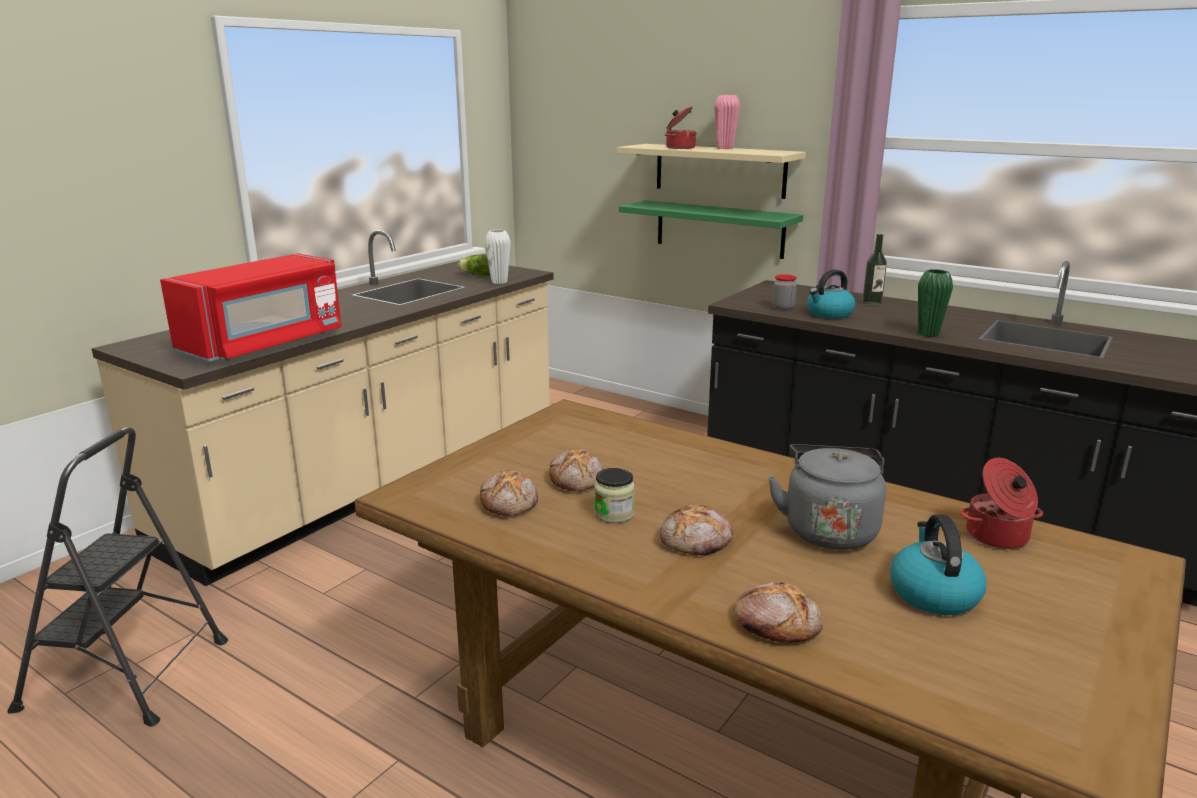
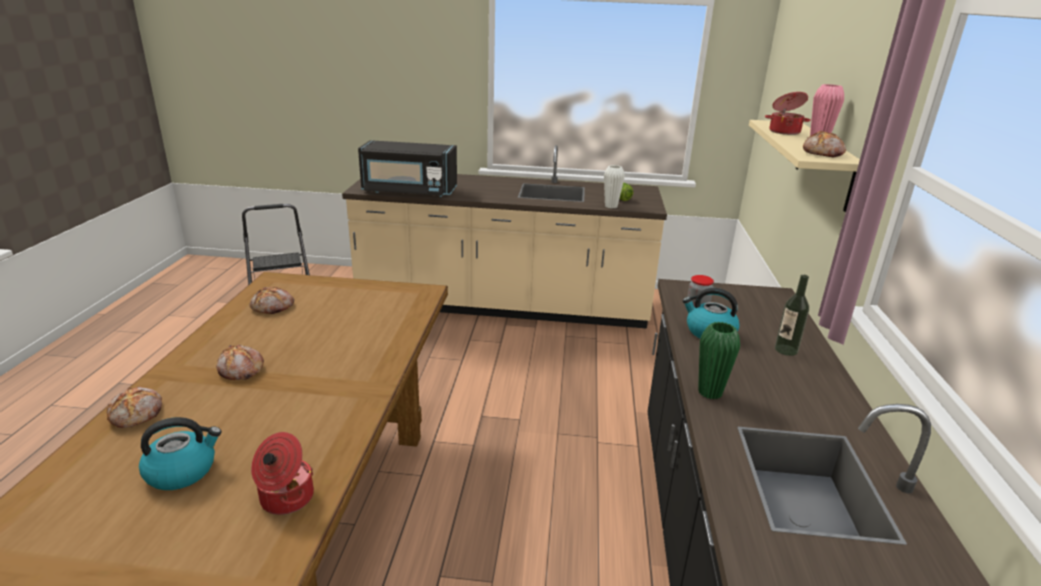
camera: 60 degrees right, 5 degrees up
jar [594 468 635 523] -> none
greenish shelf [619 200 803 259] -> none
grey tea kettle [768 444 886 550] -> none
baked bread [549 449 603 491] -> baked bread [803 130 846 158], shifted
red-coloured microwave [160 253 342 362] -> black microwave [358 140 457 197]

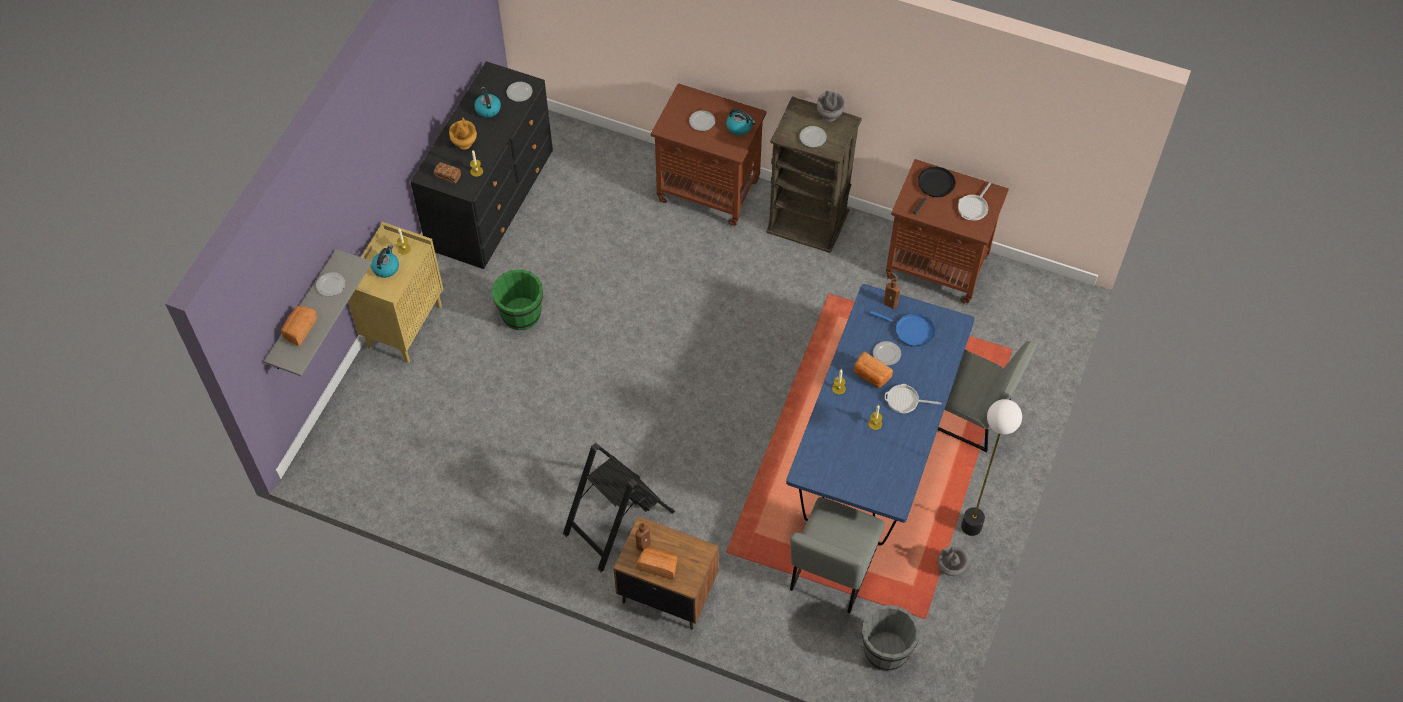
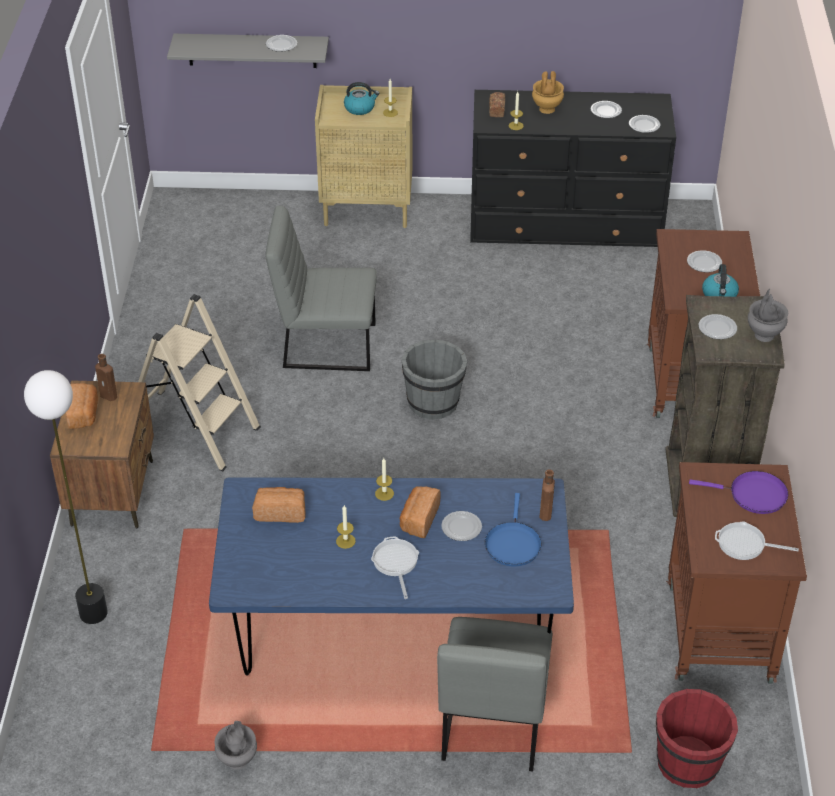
camera: 70 degrees right, 15 degrees down
greenish pail [492 269 543 330] -> none
none -> red-coloured pail [656 689 738 789]
baked bread [281 306 317 346] -> baked bread [252 487 305 523], shifted
grey chair [790 497 885 613] -> grey chair [265 206 377 371], shifted
grey pail [862 605 920 672] -> grey pail [401 339 467 420], shifted
standing lamp [961 399 1022 536] -> standing lamp [24 370 108 624], shifted
tea kettle [474 87 501 118] -> dinner plate [591 101 622 118]
black step ladder [563 443 675 572] -> beige-coloured step ladder [138 294 261 471]
black pan [913 167 955 214] -> purple-coloured pan [689 471 788 514]

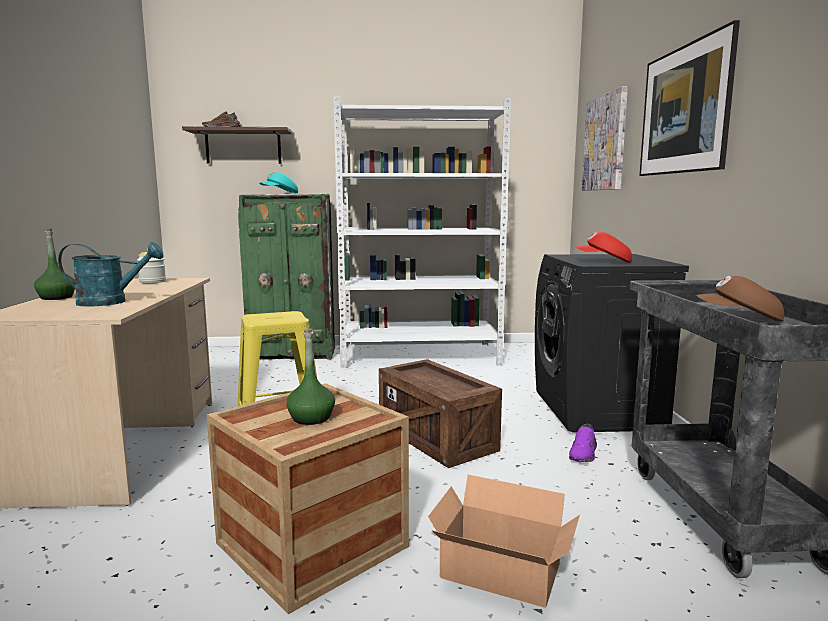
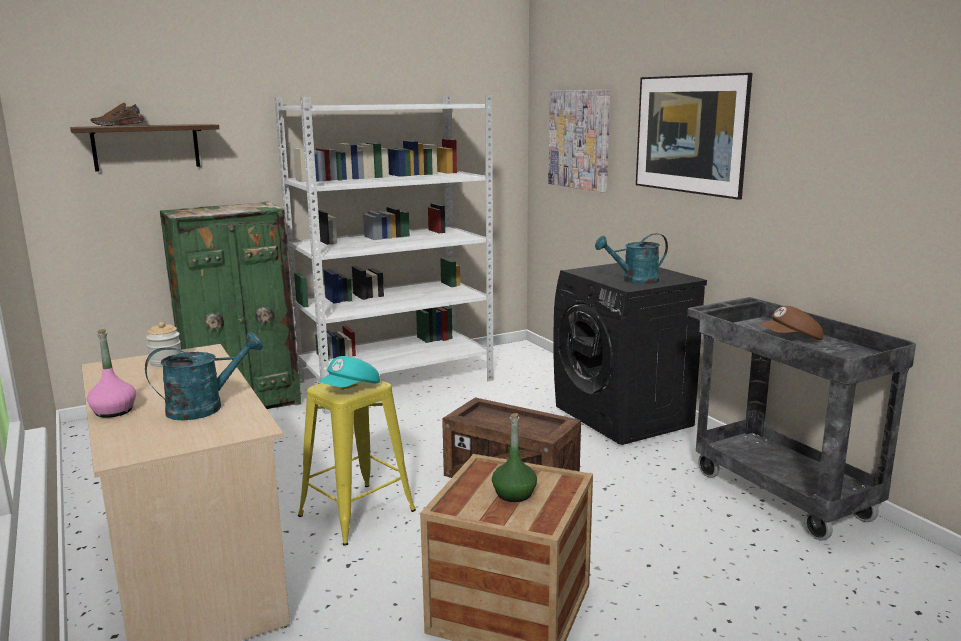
camera: 25 degrees left, 5 degrees up
carton [428 475 580 608] -> none
purple-coloured shoe [569 424 597 462] -> none
turquoise-coloured cap [259 172 298 194] -> turquoise-coloured cap [319 356 380 387], shifted
red-coloured cap [576 232 632 263] -> turquoise-coloured watering pot [595 233 668 284]
greenish beverage bottle [34 229 75 300] -> pinkish beverage bottle [87 329 136 418]

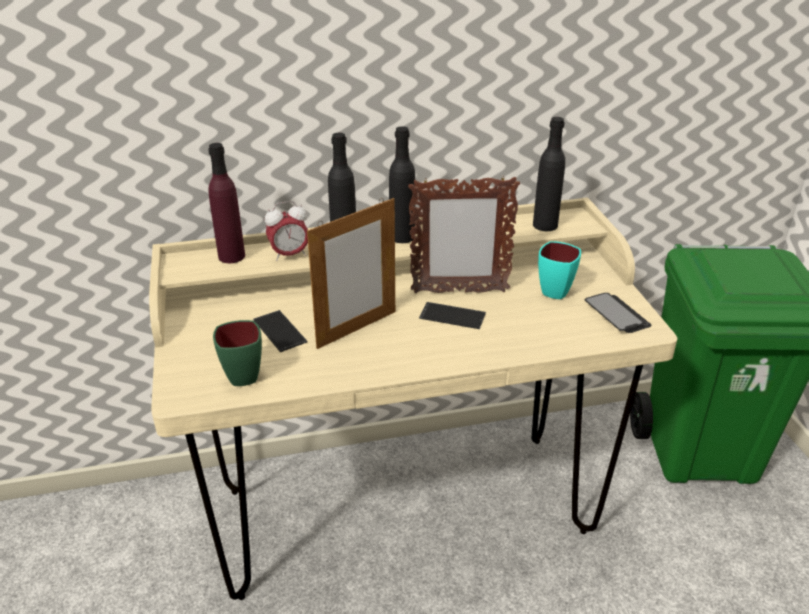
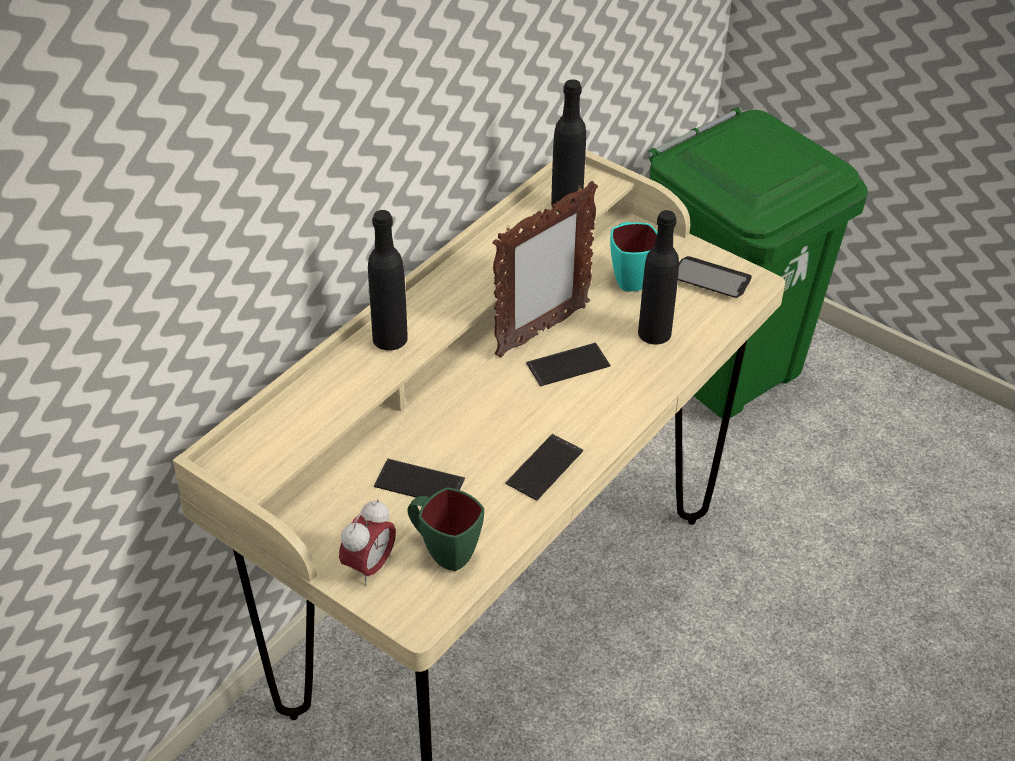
camera: 40 degrees left, 10 degrees up
purple-coloured beverage bottle [208 143 245 263] -> none
picture frame [307 198 395 349] -> none
none -> telephone [506 434 583 501]
bedside clock [265 201 308 261] -> bedside clock [339 499 396 586], shifted
black beverage bottle [389 126 415 243] -> black beverage bottle [638 210 679 345], shifted

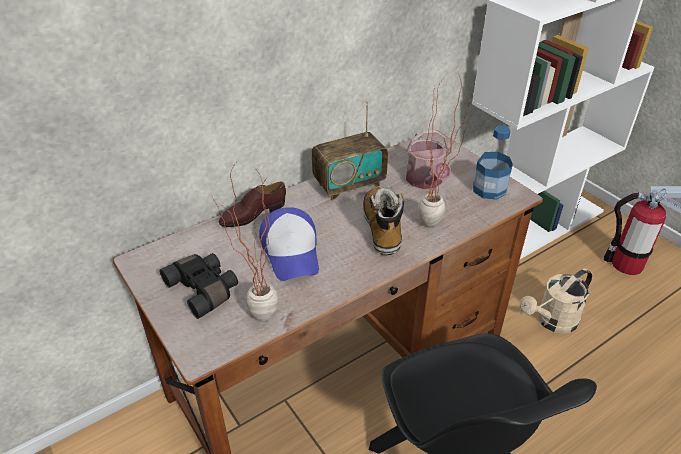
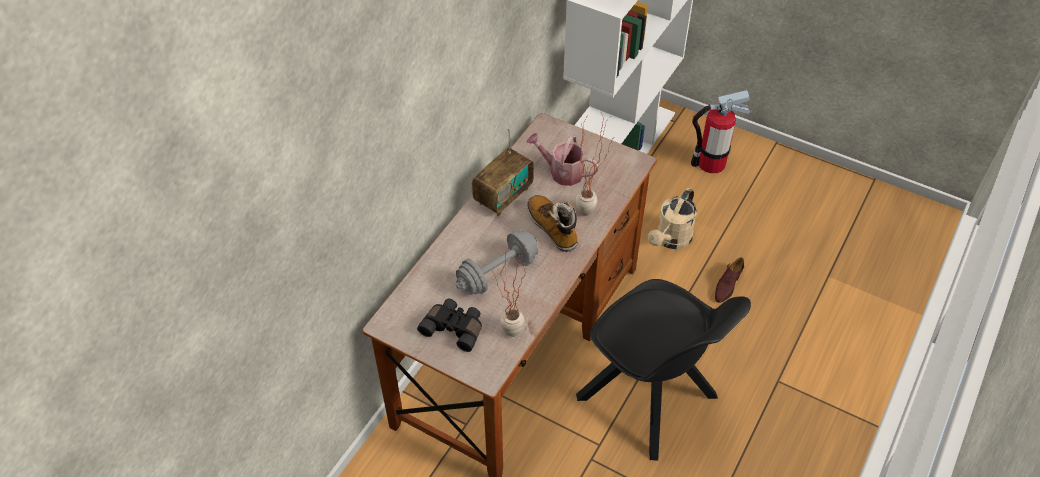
camera: 25 degrees left, 10 degrees up
beverage bottle [473 125 513 200] -> none
brownish shoe [218 181 286 227] -> brownish shoe [715 257 744 303], shifted
cap [259 207 319 281] -> grey hand weight [456 231 538 295]
watering pot [406 130 451 189] -> watering pot [526 133 599 186], 150 degrees clockwise

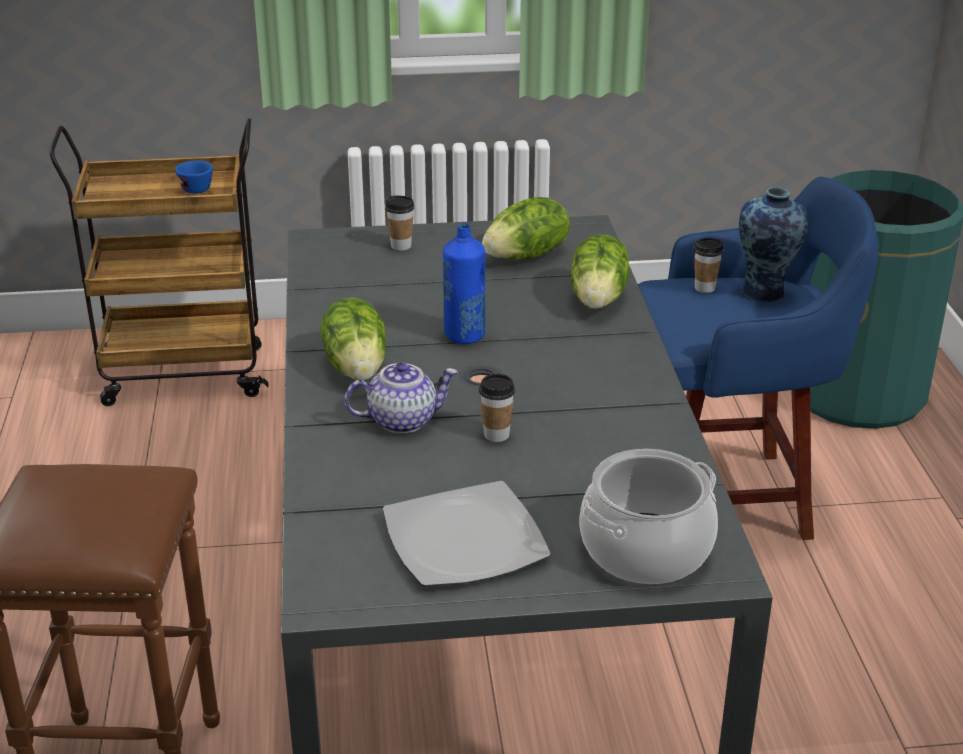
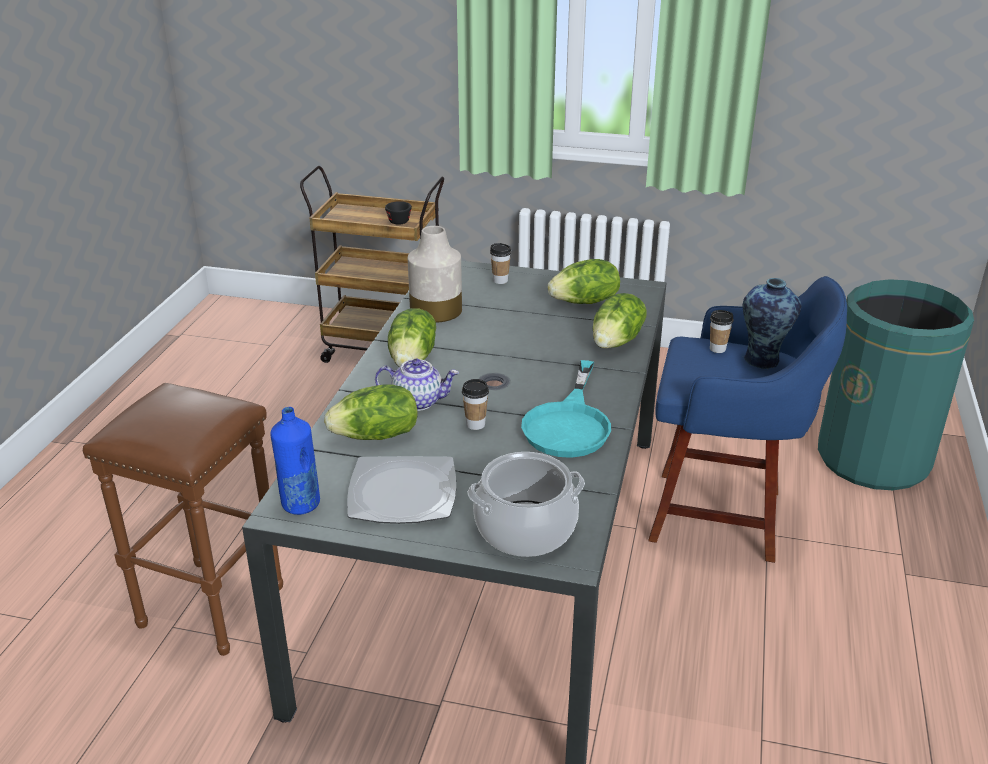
camera: 20 degrees right, 0 degrees up
none -> lettuce [324 384 418 440]
none -> beige-coloured decorative vase [408 226 462 323]
none -> turquoise-coloured pan [521 360 611 458]
blue-coloured beverage bottle [443 223 485 344] -> blue-coloured beverage bottle [270 407 320 515], shifted
blue-coloured drinking cup [175 160 213 193] -> black drinking cup [385 201 412 225]

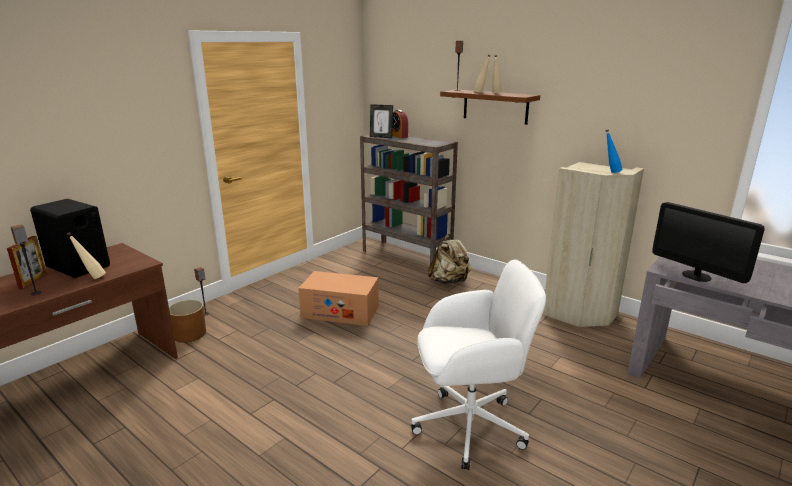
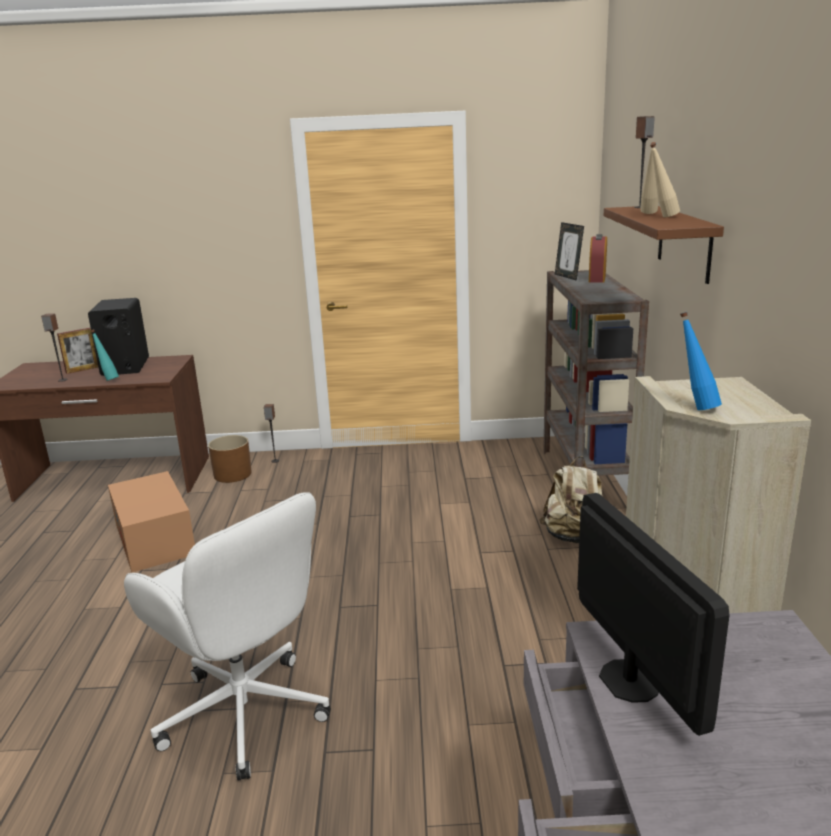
camera: 50 degrees right, 0 degrees up
carton [298 271 379 326] -> carton [108 471 195 572], shifted
beige-coloured beverage bottle [67 232 106 279] -> turquoise-coloured beverage bottle [90 329 119 381]
computer display [652 202 765 283] -> computer display [577 493 730 736], 150 degrees clockwise

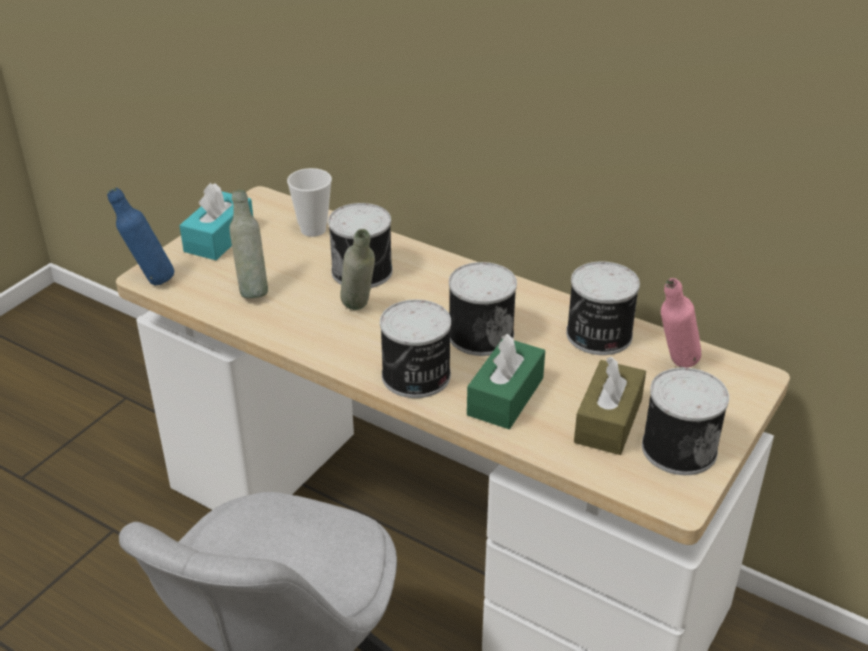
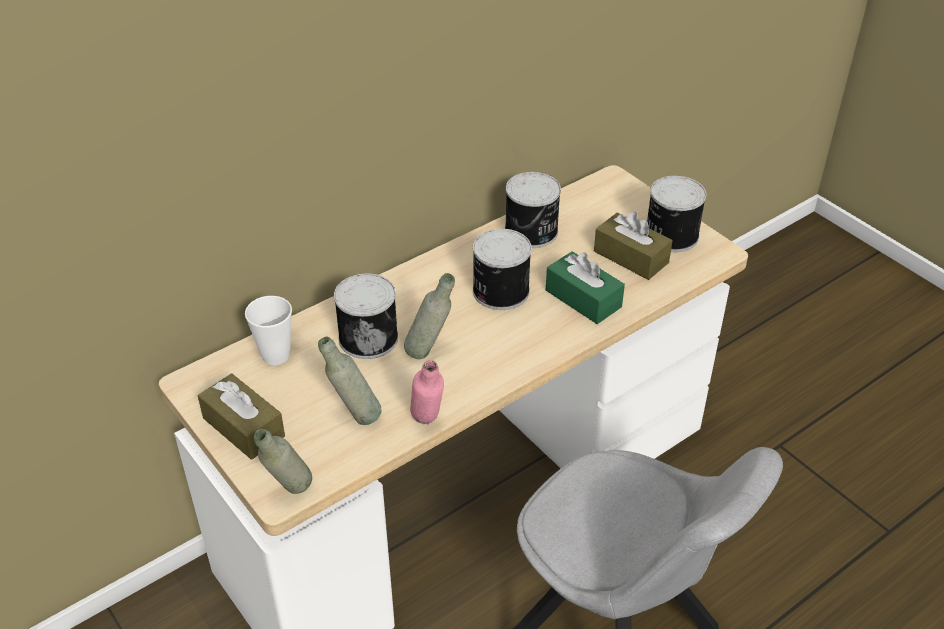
camera: 70 degrees left, 5 degrees up
metal can [380 299 451 398] -> none
pinkish beverage bottle [661 278 701 368] -> pinkish beverage bottle [410 360 444 424], shifted
blue-coloured beverage bottle [107 187 174 285] -> grey beverage bottle [254 429 312 494]
turquoise-coloured tissue box [179 183 253 260] -> brownish tissue box [198 373 285 460]

